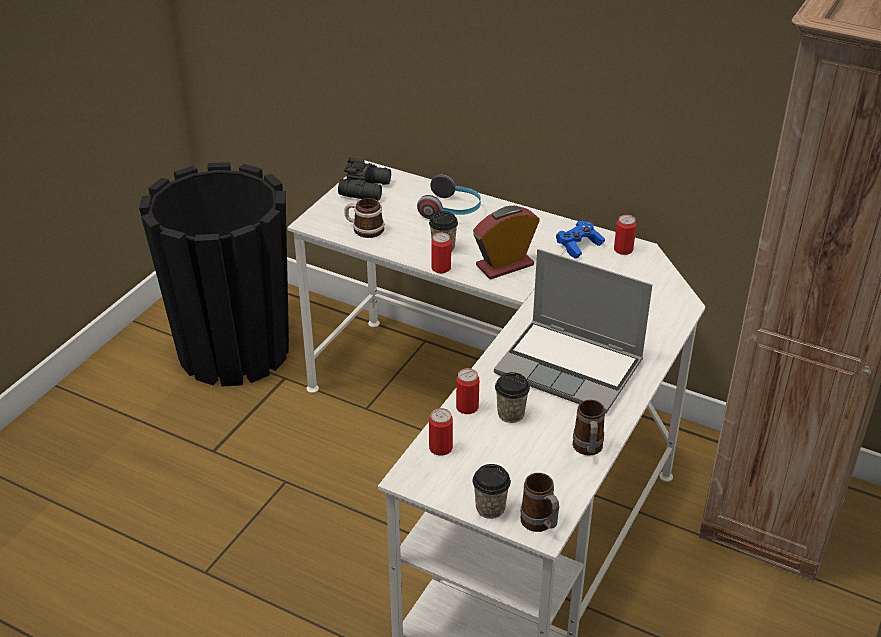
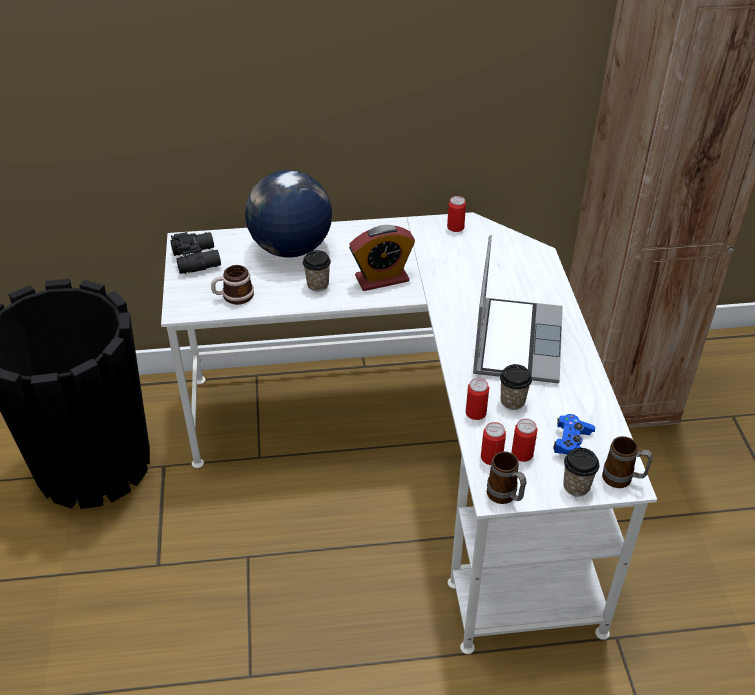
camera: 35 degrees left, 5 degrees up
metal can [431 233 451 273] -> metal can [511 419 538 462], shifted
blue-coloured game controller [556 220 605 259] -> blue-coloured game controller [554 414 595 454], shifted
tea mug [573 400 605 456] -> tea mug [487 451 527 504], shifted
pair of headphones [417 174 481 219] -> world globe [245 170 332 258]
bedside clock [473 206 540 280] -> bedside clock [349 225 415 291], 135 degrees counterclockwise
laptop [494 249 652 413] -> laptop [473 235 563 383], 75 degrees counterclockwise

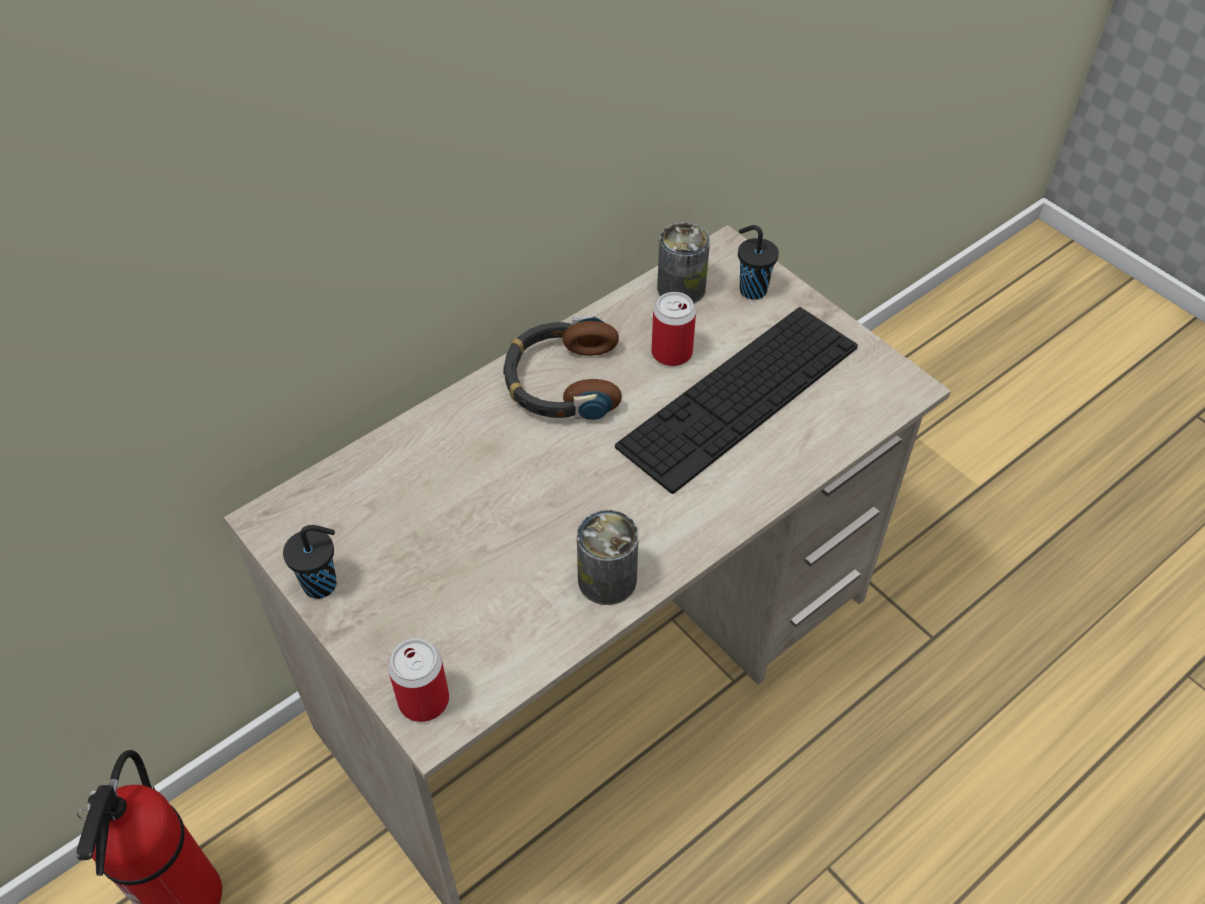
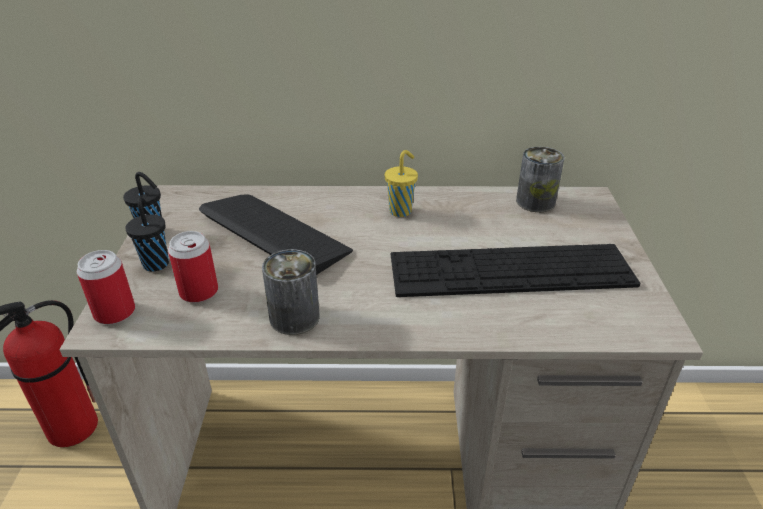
camera: 40 degrees right, 15 degrees down
none -> PC keyboard [199 194 353 275]
metal can [651 292 696 366] -> metal can [168 231 218 303], shifted
black drinking cup [738 225 779 300] -> black drinking cup [125 197 169 272], shifted
pair of headphones [503 316 622 420] -> yellow-coloured drinking cup [385 150 418 217]

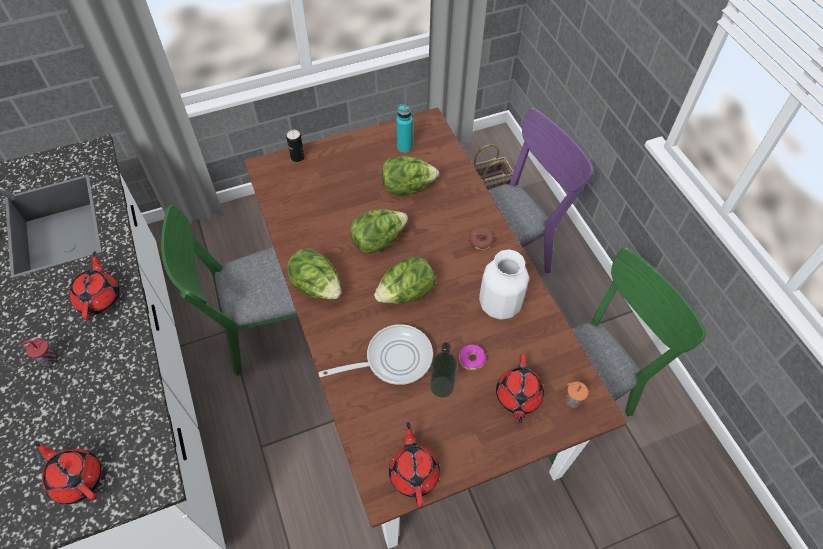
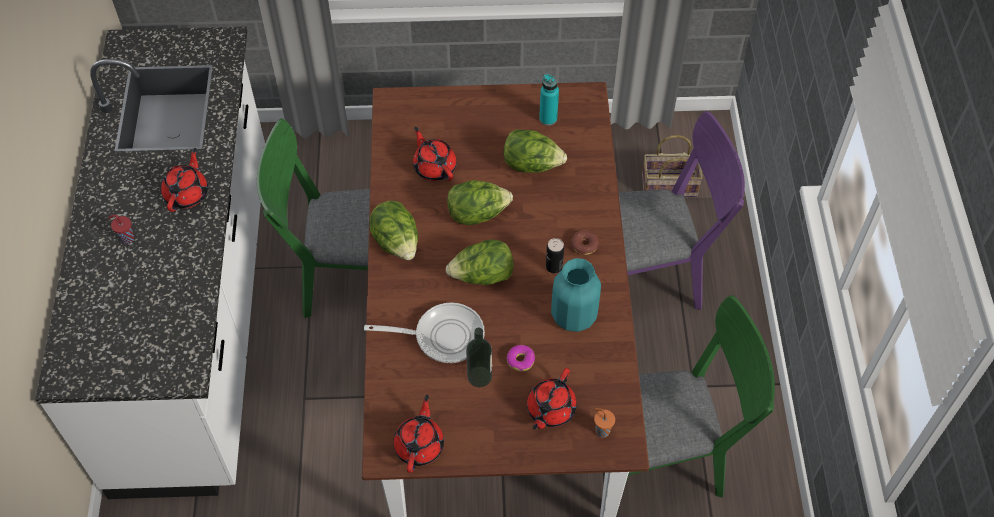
camera: 20 degrees right, 0 degrees up
red-coloured teapot [34 441 102 505] -> red-coloured teapot [413 127 457 181], shifted
metal can [286 130 305 162] -> metal can [546 238 564 273], shifted
white-coloured decorative vase [479 250 529 320] -> turquoise-coloured decorative vase [551 258 601 332]

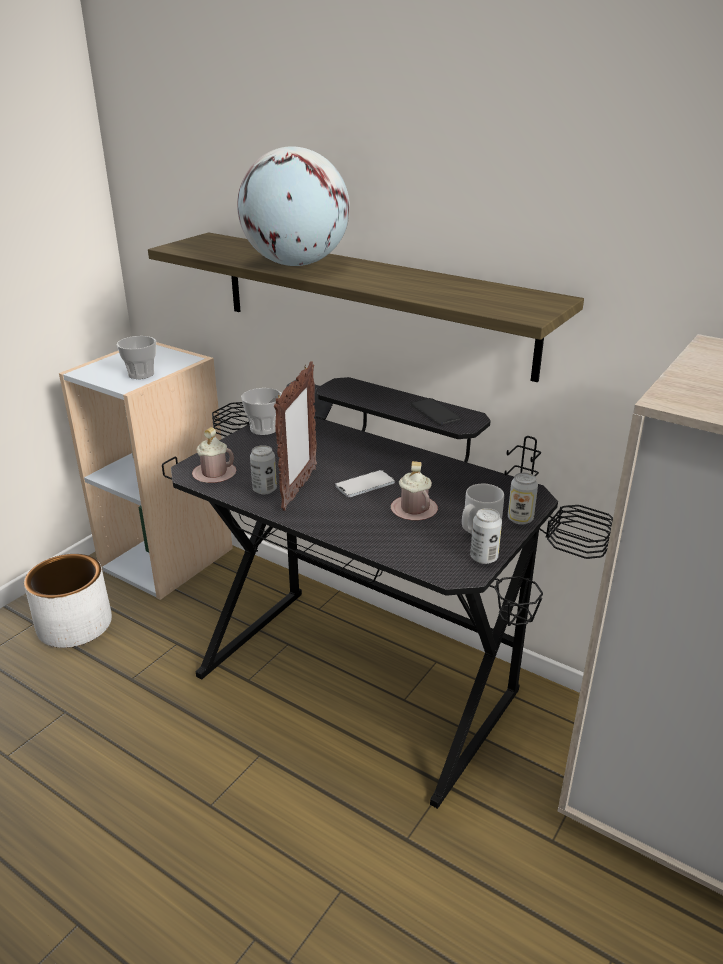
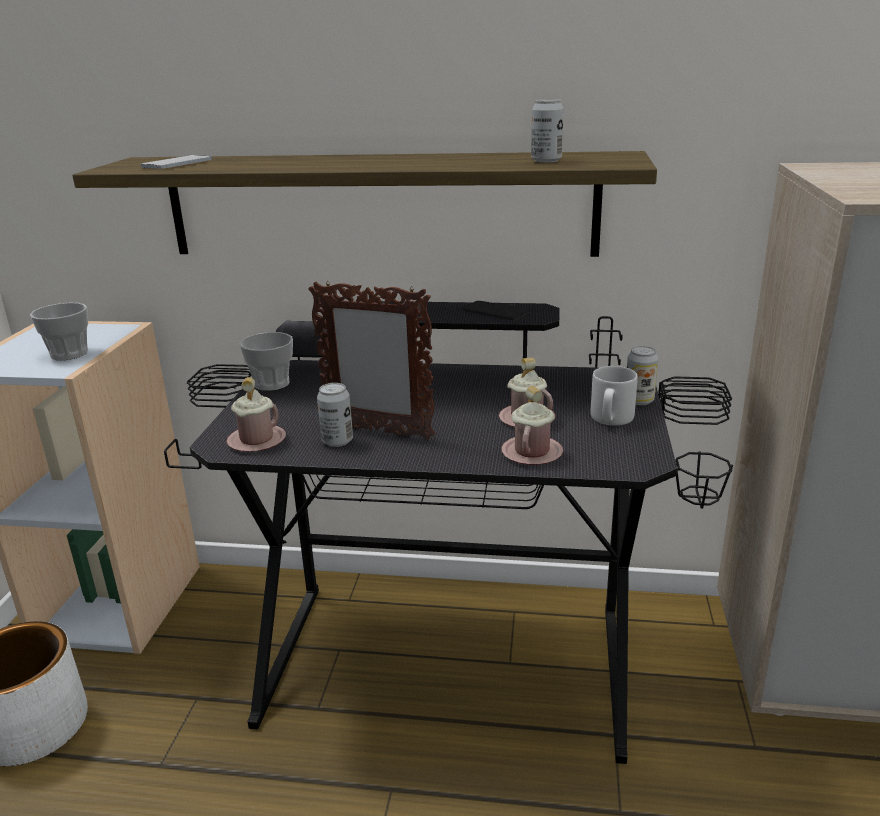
camera: 25 degrees left, 5 degrees down
world globe [237 146 350 266] -> none
none -> pinkish tea mug [502 386 563 465]
telephone [335 470 395 497] -> telephone [141 155 212 169], shifted
metal can [470 508 502 564] -> metal can [531 99 564 163], shifted
picture frame [274 361 317 511] -> picture frame [308 281 435 440], 120 degrees clockwise

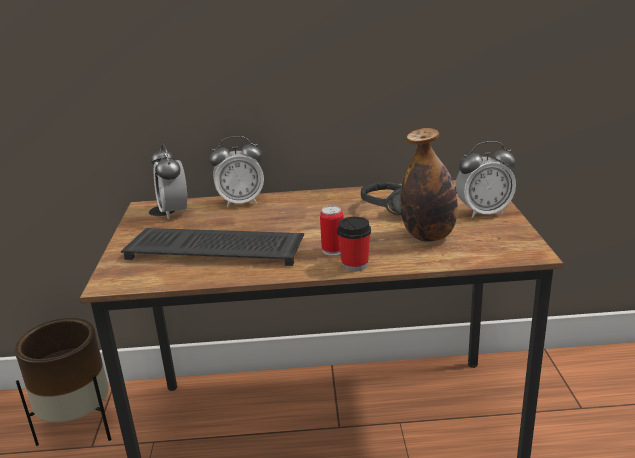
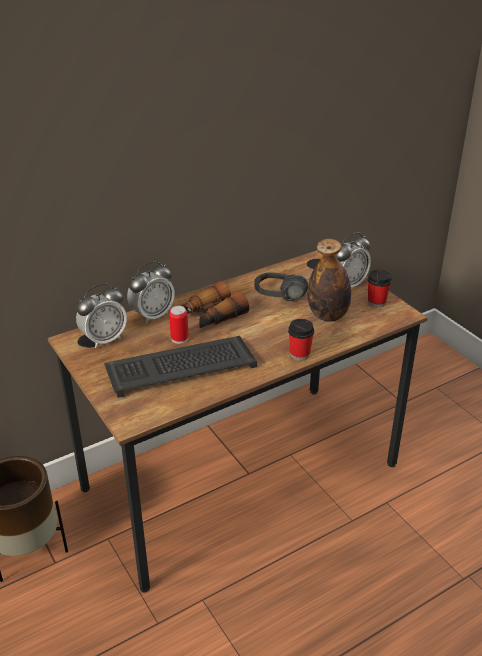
camera: 30 degrees left, 10 degrees up
none -> binoculars [181 281 249 328]
none -> drinking cup [368 269 392 308]
metal can [320 206 344 256] -> metal can [169 306 189 344], shifted
bedside clock [151 144 187 219] -> bedside clock [76 283 127 348], 75 degrees counterclockwise

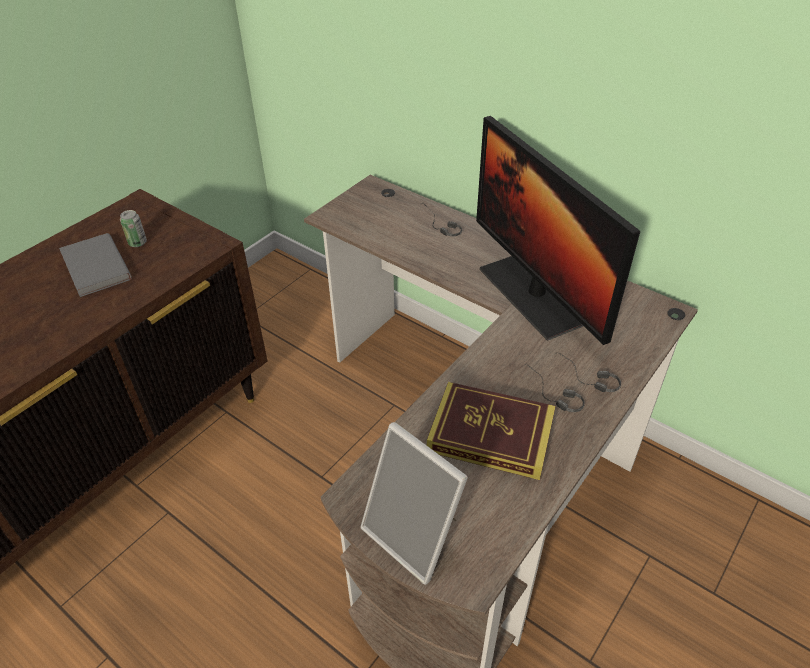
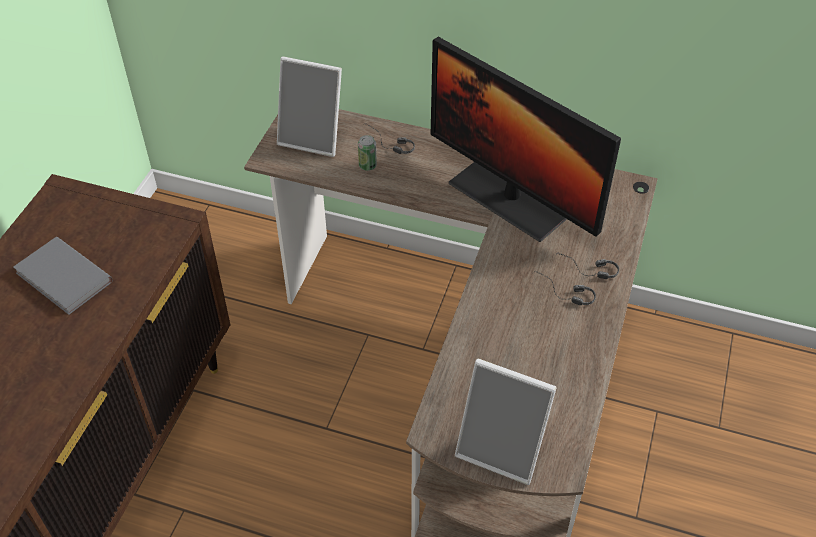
camera: 20 degrees left, 5 degrees up
book [427 382 556 480] -> none
none -> picture frame [277 56 342 157]
metal can [120 210 147 247] -> metal can [358 135 377 171], shifted

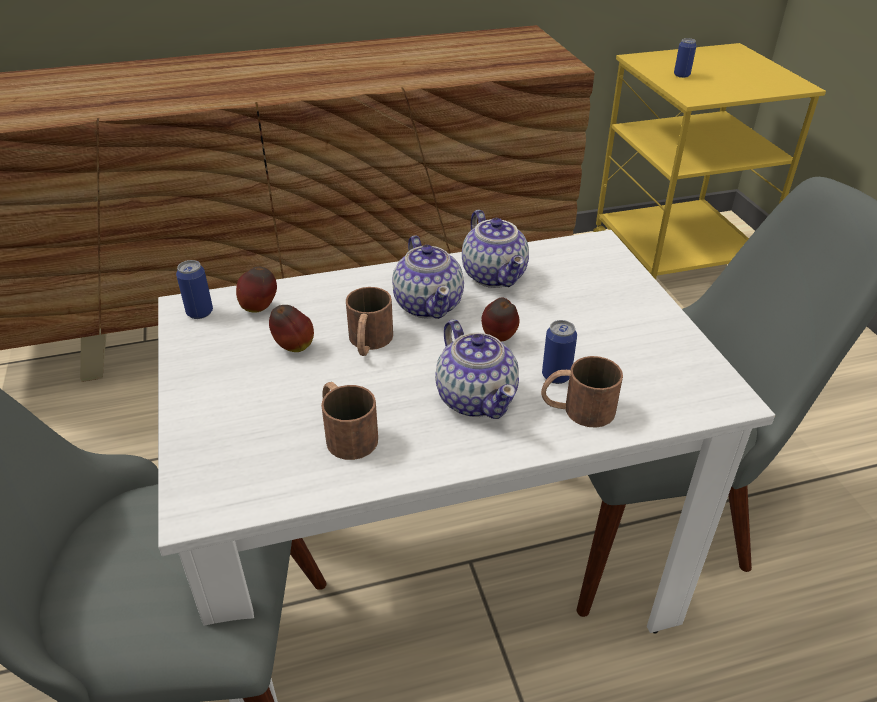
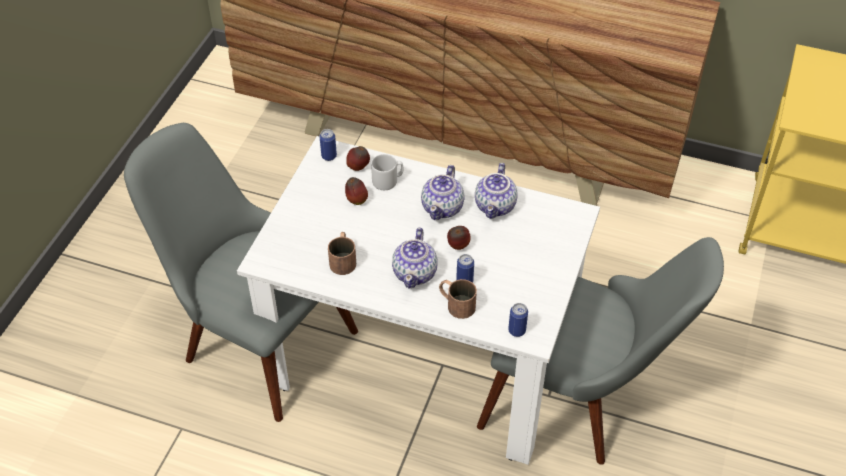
camera: 35 degrees right, 10 degrees up
brownish tea mug [346 287 393 356] -> none
none -> grey tea mug [371 154 404 190]
metal can [674 38 697 78] -> metal can [508 303 528 337], shifted

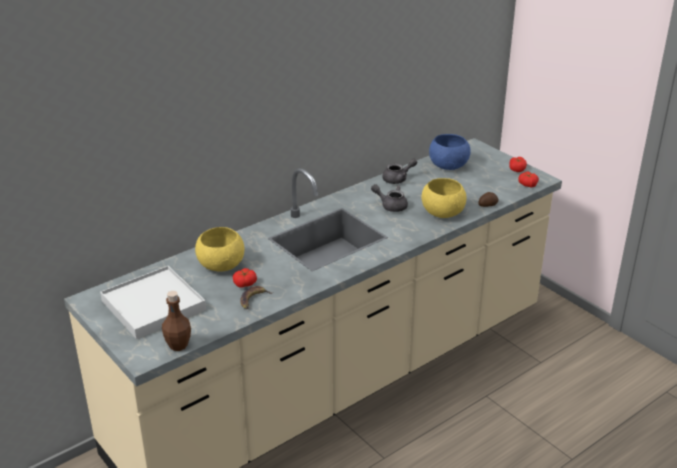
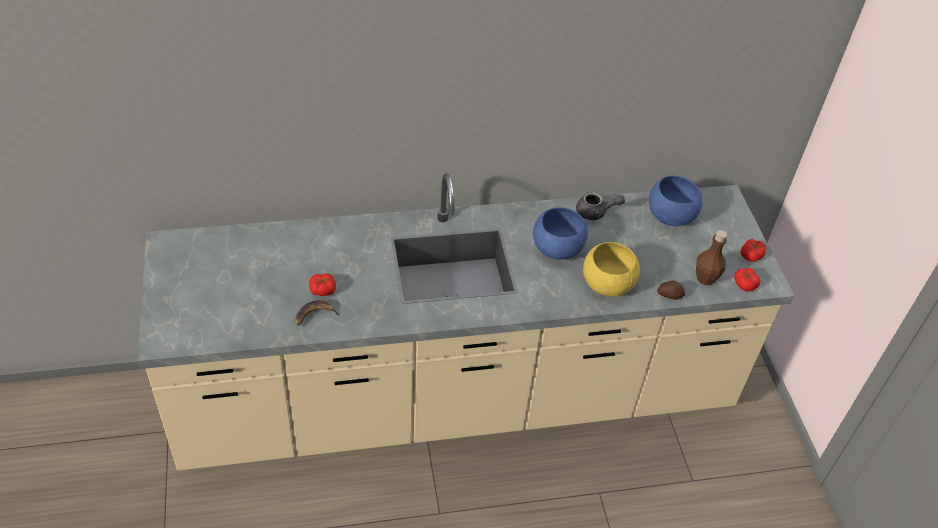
camera: 25 degrees right, 15 degrees up
white-coloured tray [100 266 206 339] -> none
yellow-coloured serving bowl [195 227 244 272] -> none
brownish beverage bottle [162 291 191 351] -> brownish beverage bottle [696 230 727 285], shifted
grey teapot [371 184 408 212] -> blue-coloured serving bowl [533 207 588 260]

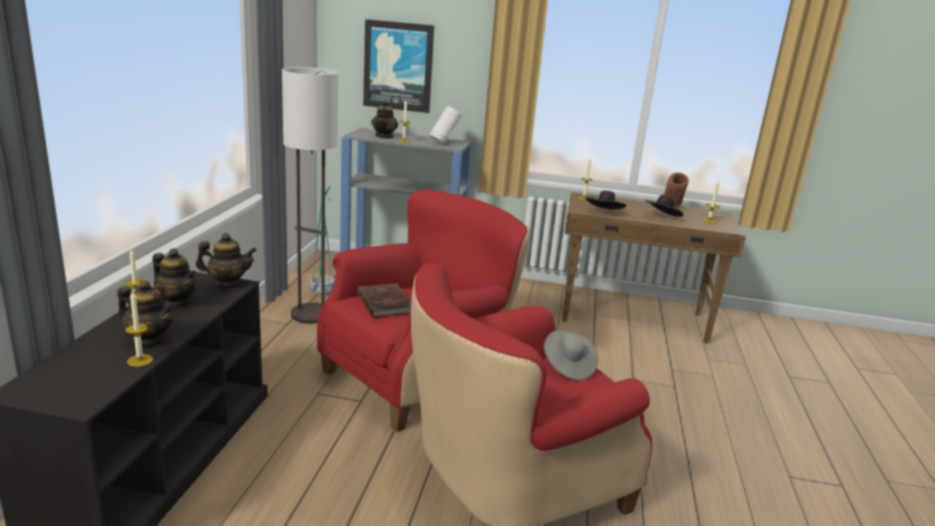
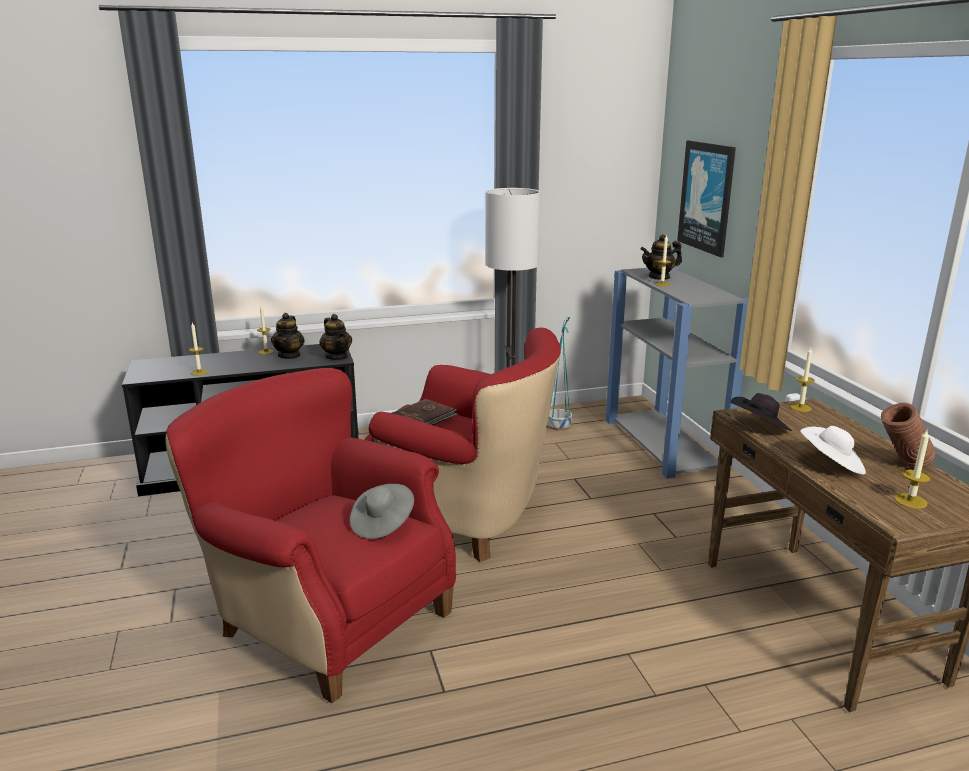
camera: 65 degrees right, 0 degrees up
teapot [117 281 175 346] -> none
white-coloured decorative vase [429 106 462 144] -> none
black clothing hat [645 195 683 217] -> white-coloured clothing hat [800 426 866 475]

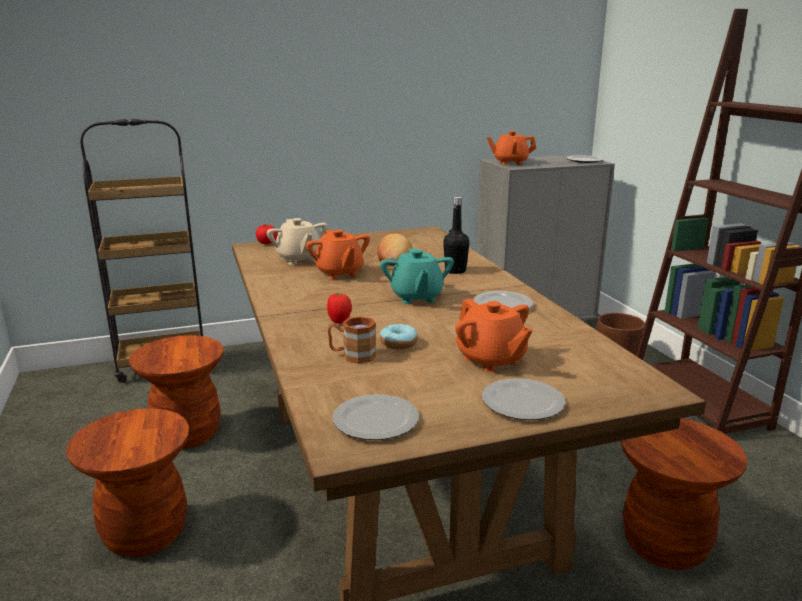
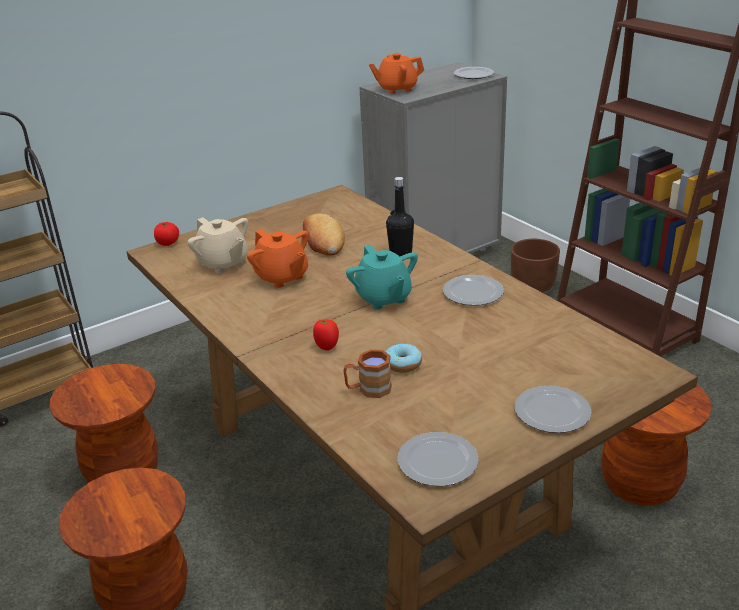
camera: 15 degrees left, 10 degrees up
orange-coloured teapot [455 299 532 372] -> none

